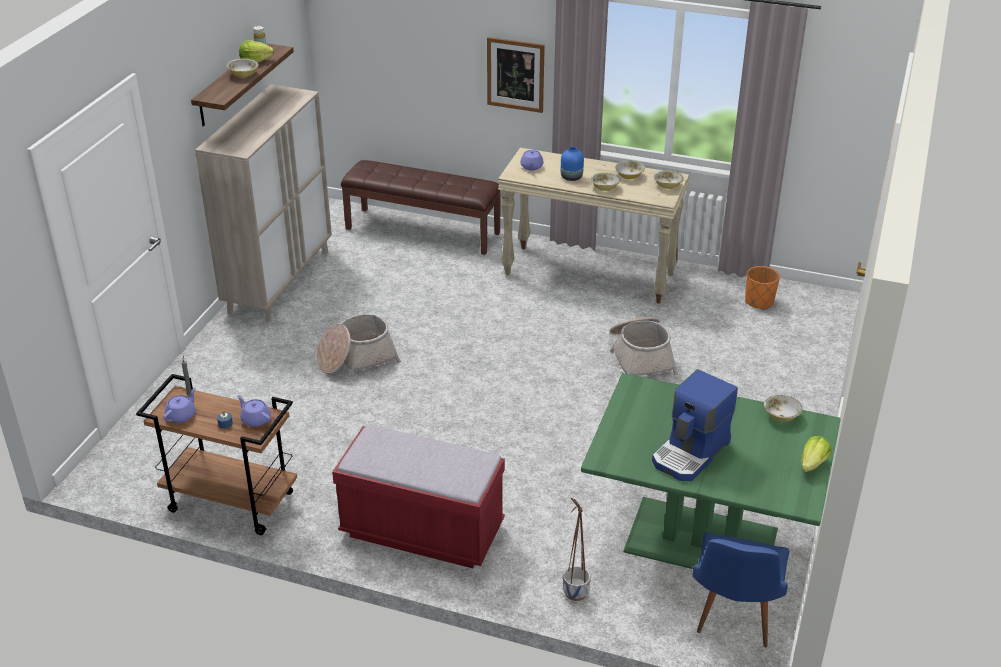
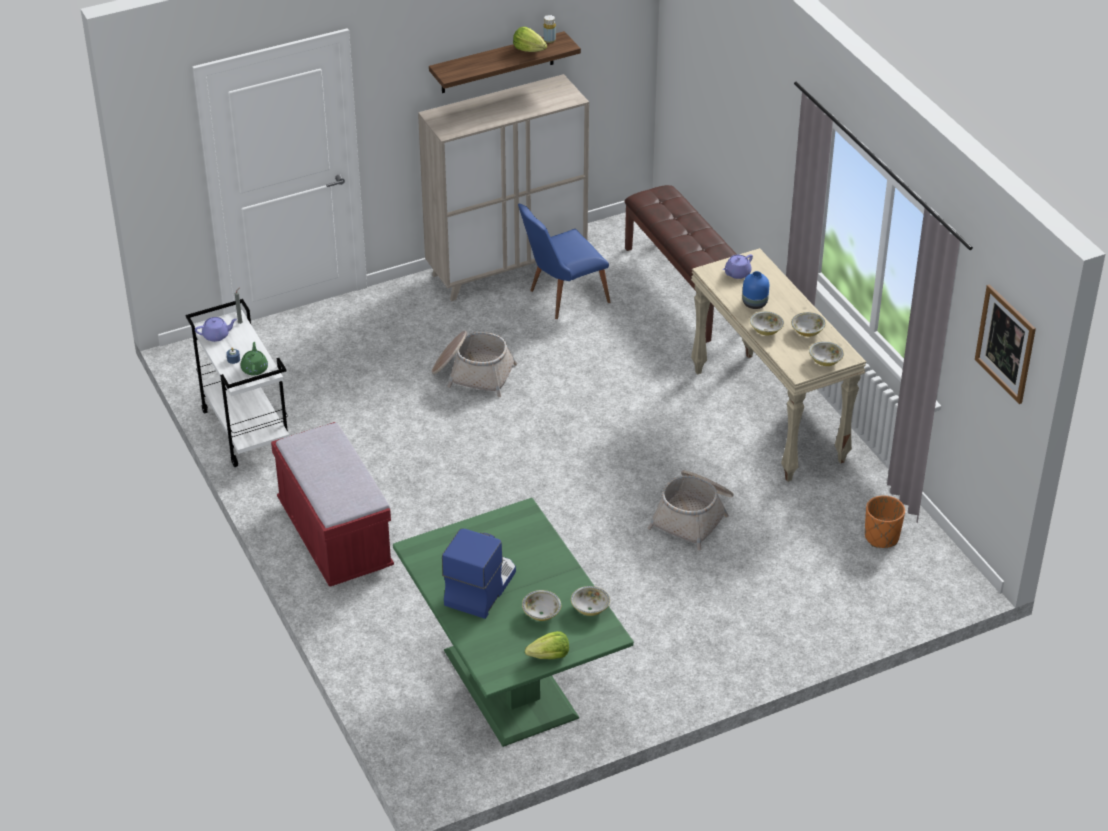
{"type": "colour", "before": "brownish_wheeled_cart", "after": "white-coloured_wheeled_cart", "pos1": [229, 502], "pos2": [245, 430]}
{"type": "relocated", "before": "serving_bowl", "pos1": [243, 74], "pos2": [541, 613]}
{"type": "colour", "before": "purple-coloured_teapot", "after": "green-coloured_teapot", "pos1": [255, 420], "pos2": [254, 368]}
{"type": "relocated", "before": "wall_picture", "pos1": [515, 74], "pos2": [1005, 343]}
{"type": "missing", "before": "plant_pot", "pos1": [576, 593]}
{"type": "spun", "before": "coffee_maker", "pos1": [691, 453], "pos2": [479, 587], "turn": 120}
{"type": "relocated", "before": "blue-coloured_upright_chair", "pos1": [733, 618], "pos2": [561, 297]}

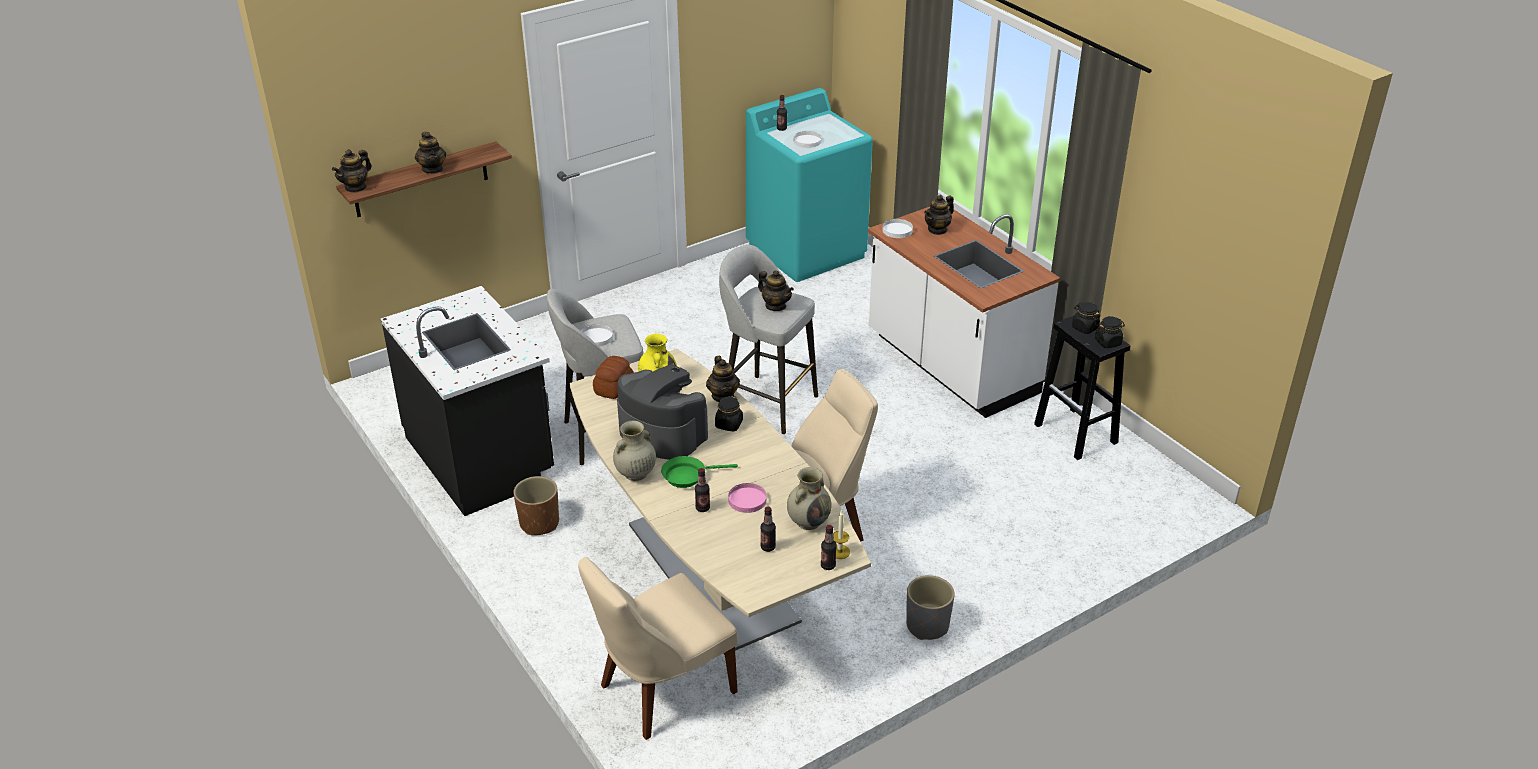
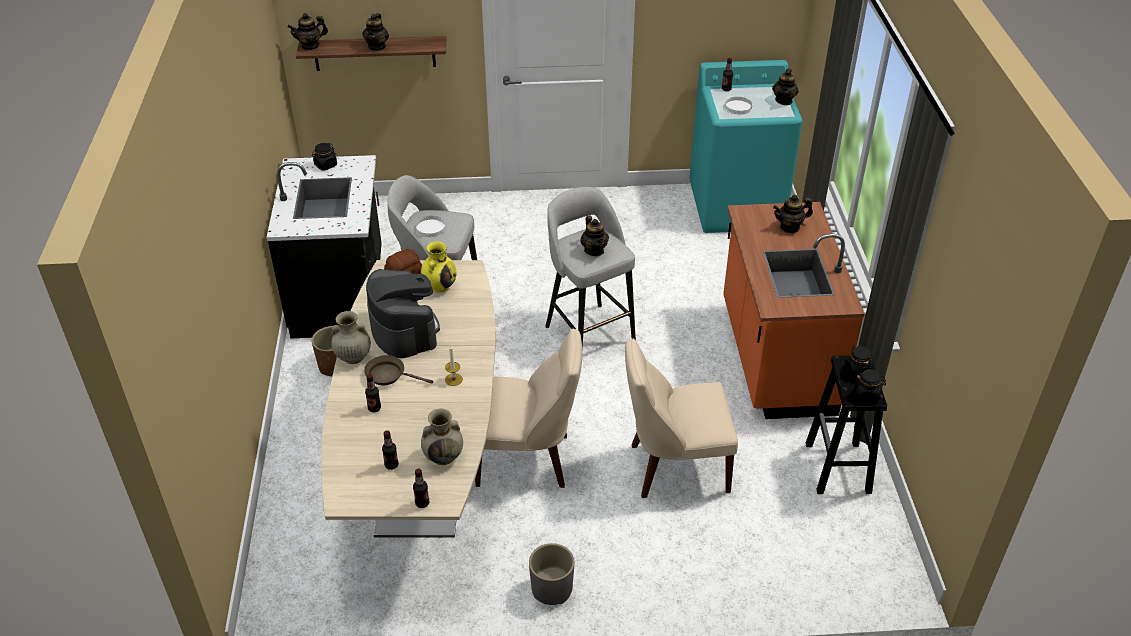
{"type": "relocated", "before": "sand-coloured_upright_chair", "pos1": [662, 690], "pos2": [674, 467]}
{"type": "colour", "before": "green-coloured_pan", "after": "brownish_pan", "pos1": [687, 476], "pos2": [389, 375]}
{"type": "relocated", "before": "teapot", "pos1": [723, 396], "pos2": [784, 100]}
{"type": "relocated", "before": "blackish_jar", "pos1": [729, 424], "pos2": [325, 165]}
{"type": "missing", "before": "pinkish_dinner_plate", "pos1": [747, 500]}
{"type": "relocated", "before": "wax_candle", "pos1": [839, 552], "pos2": [453, 379]}
{"type": "colour", "before": "white-coloured_kitchen_counter", "after": "orangey_kitchen_counter", "pos1": [950, 366], "pos2": [775, 358]}
{"type": "missing", "before": "white-coloured_dinner_plate", "pos1": [897, 230]}

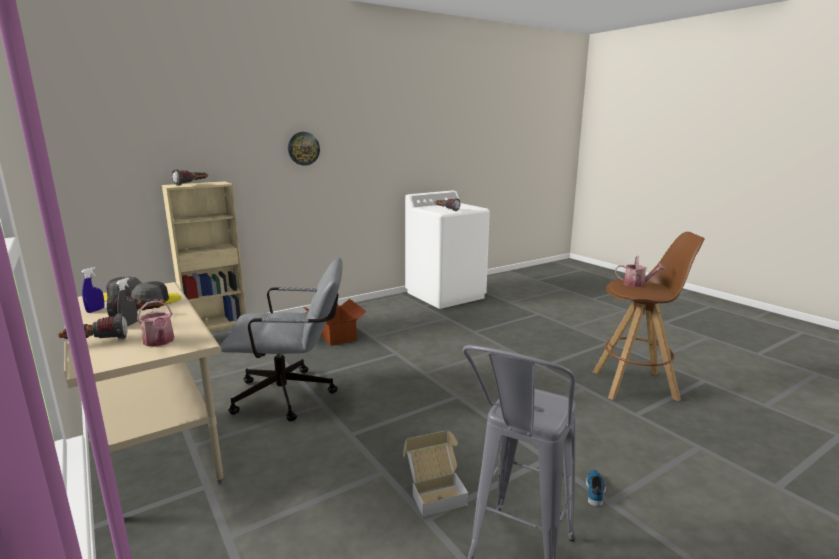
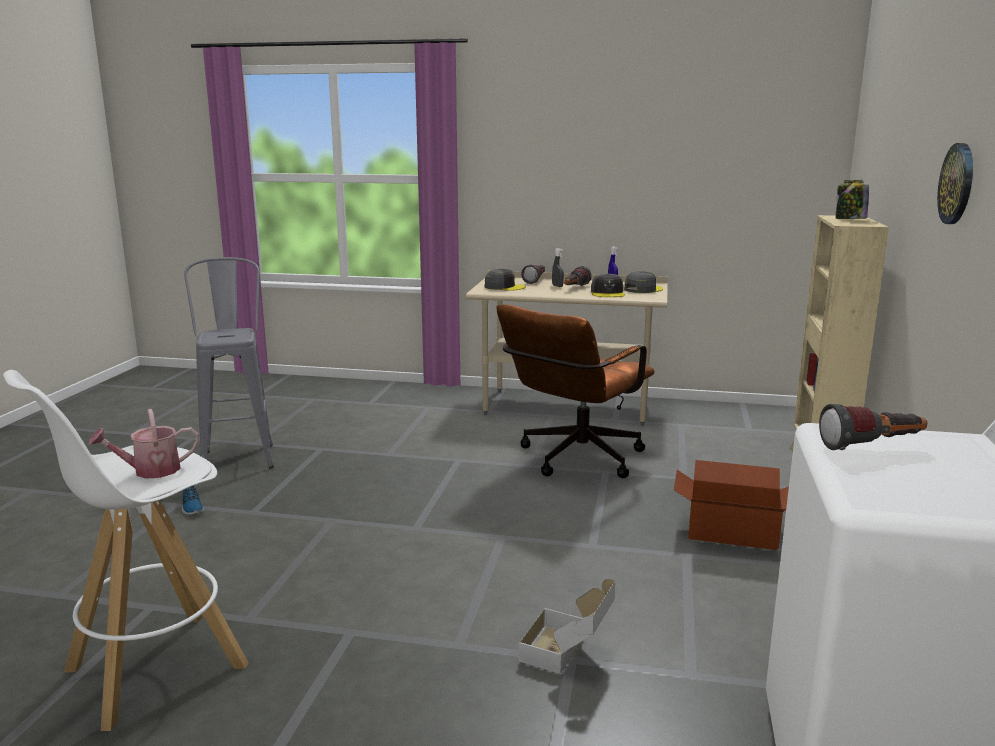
{"type": "exchanged", "before": "sprinkling_can", "after": "grey_baseball_cap", "pos1": [159, 342], "pos2": [504, 287]}
{"type": "exchanged", "before": "hand_torch", "after": "jar", "pos1": [192, 184], "pos2": [850, 219]}
{"type": "colour", "before": "grey_office_chair", "after": "brownish_office_chair", "pos1": [293, 395], "pos2": [574, 460]}
{"type": "relocated", "before": "carton", "pos1": [435, 492], "pos2": [568, 654]}
{"type": "colour", "before": "brownish_stool", "after": "white-coloured_stool", "pos1": [635, 385], "pos2": [154, 669]}

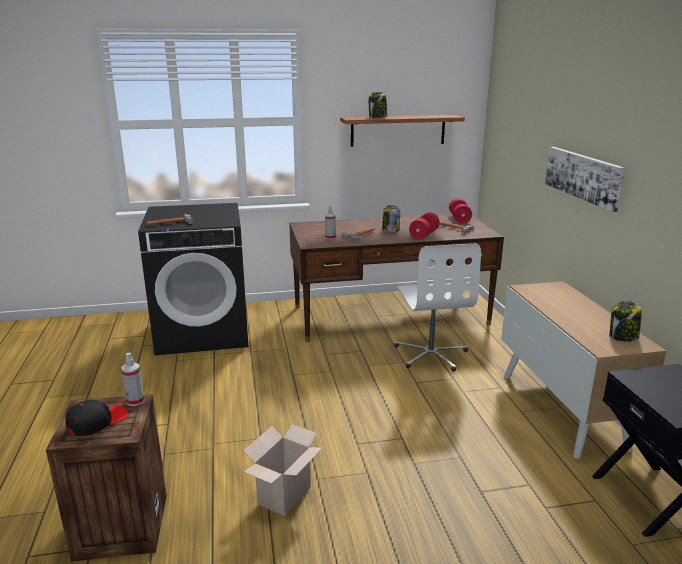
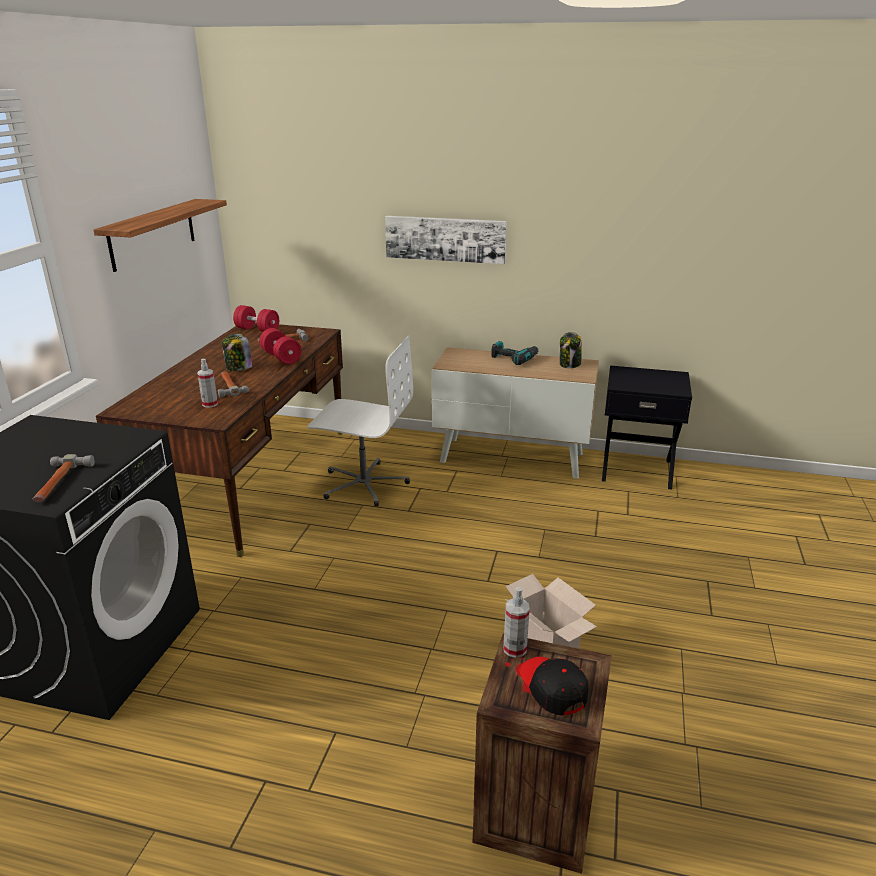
{"type": "missing", "before": "jar", "pos1": [377, 117]}
{"type": "appeared", "after": "drill", "pos2": [514, 358]}

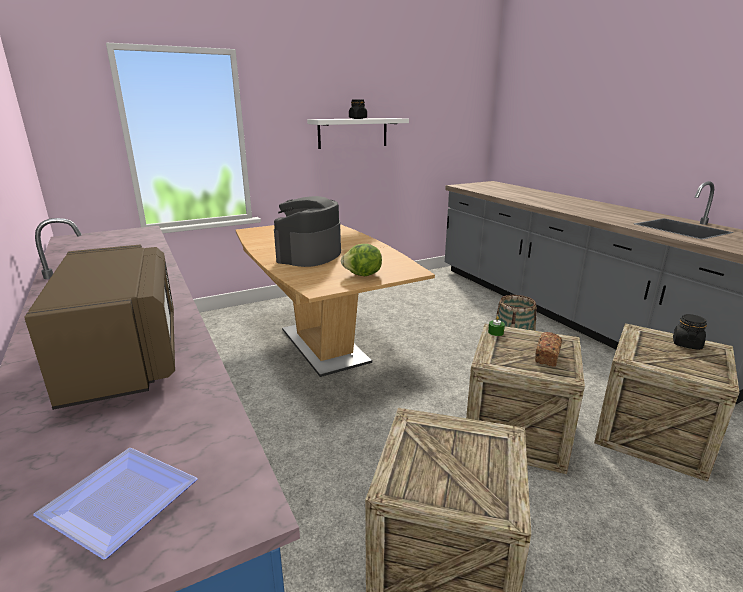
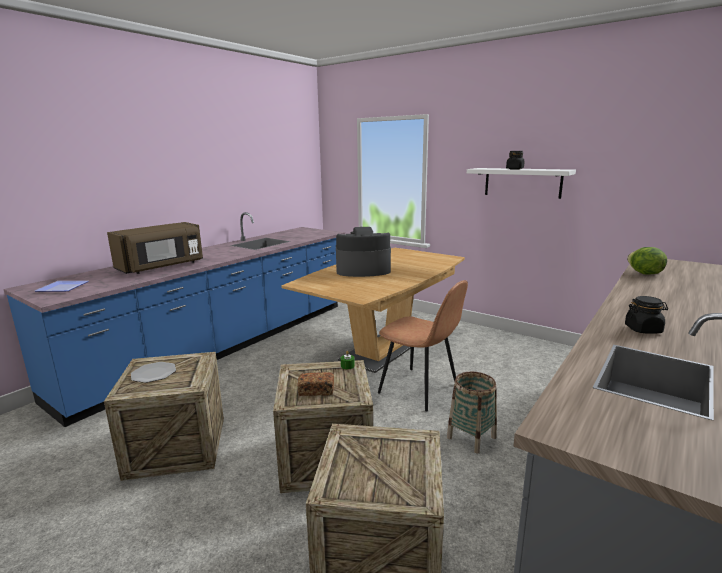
{"type": "relocated", "before": "lettuce", "pos1": [363, 275], "pos2": [644, 273]}
{"type": "relocated", "before": "blackish_jar", "pos1": [686, 344], "pos2": [643, 329]}
{"type": "appeared", "after": "dinner_plate", "pos2": [154, 373]}
{"type": "appeared", "after": "brownish_upright_chair", "pos2": [420, 389]}

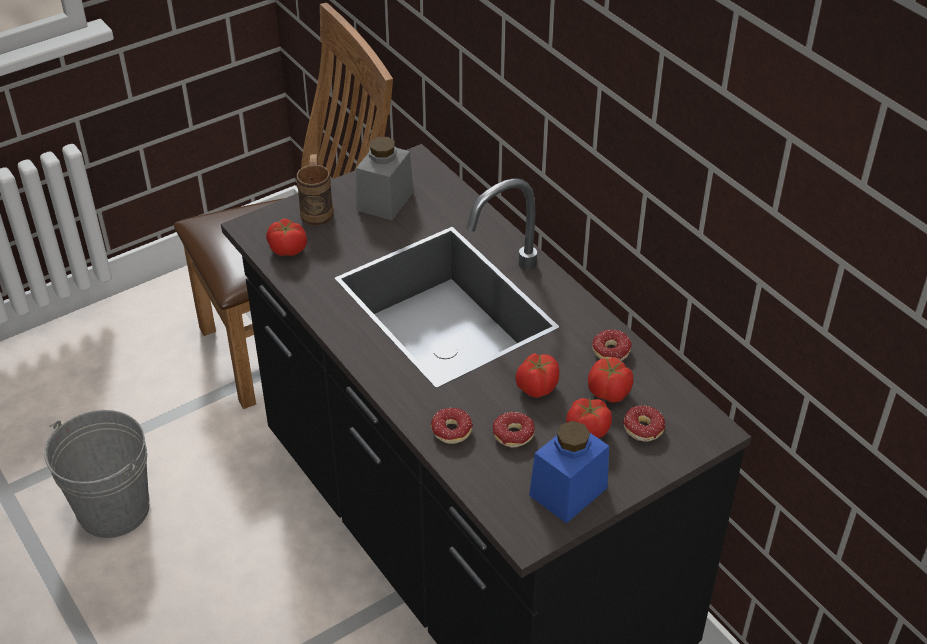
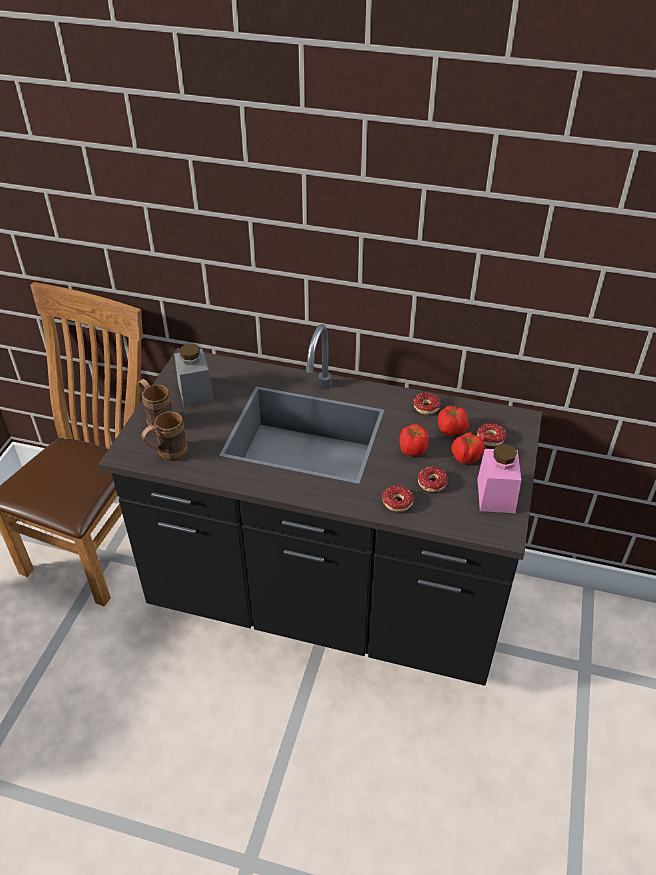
{"type": "missing", "before": "grey_bucket", "pos1": [113, 509]}
{"type": "exchanged", "before": "whole_tomato", "after": "brownish_coffee_mug", "pos1": [288, 250], "pos2": [167, 455]}
{"type": "colour", "before": "blue-coloured_jar", "after": "pinkish_jar", "pos1": [568, 491], "pos2": [496, 495]}

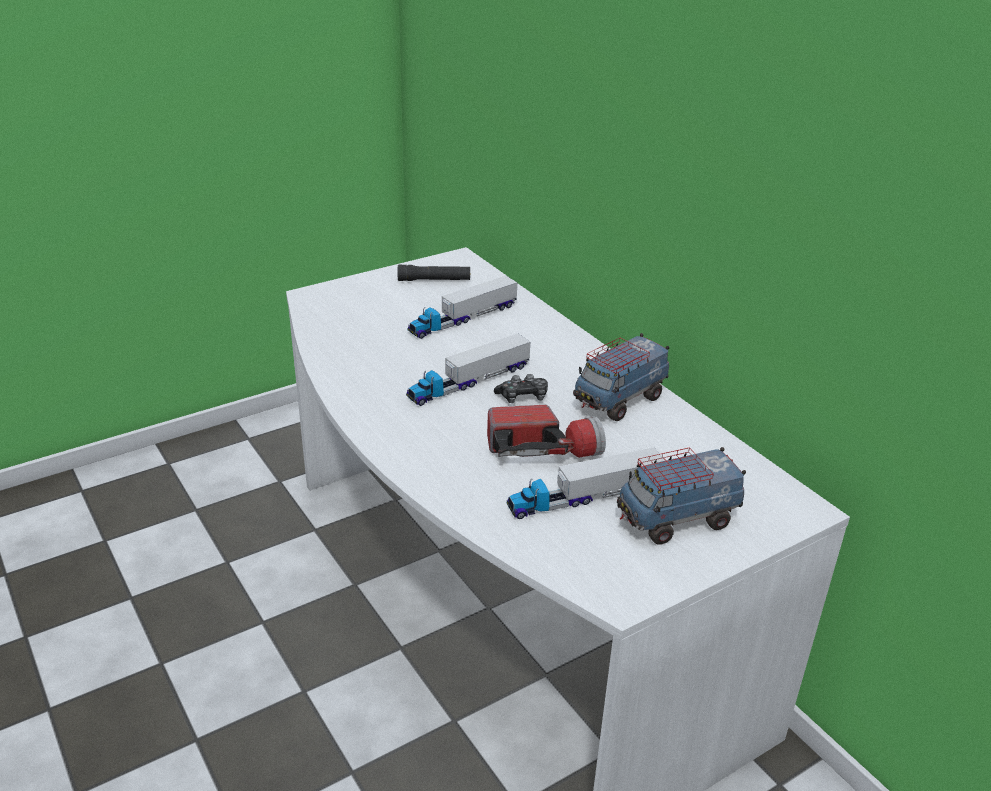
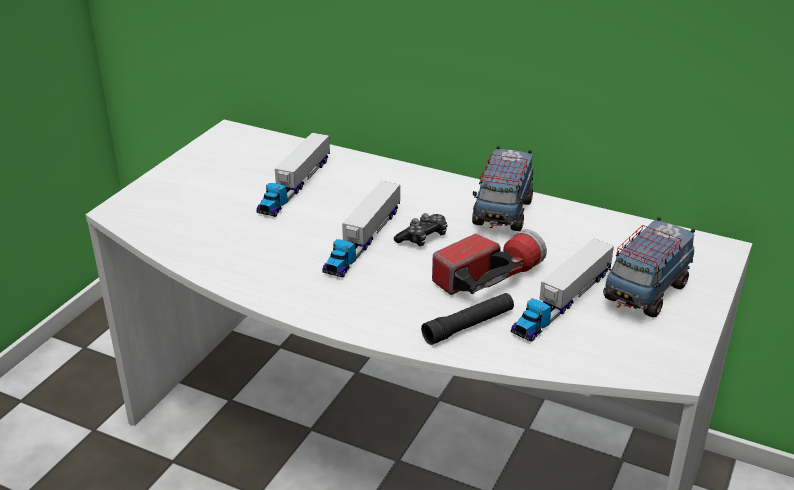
{"type": "relocated", "before": "blackish_hand_torch", "pos1": [434, 280], "pos2": [468, 326]}

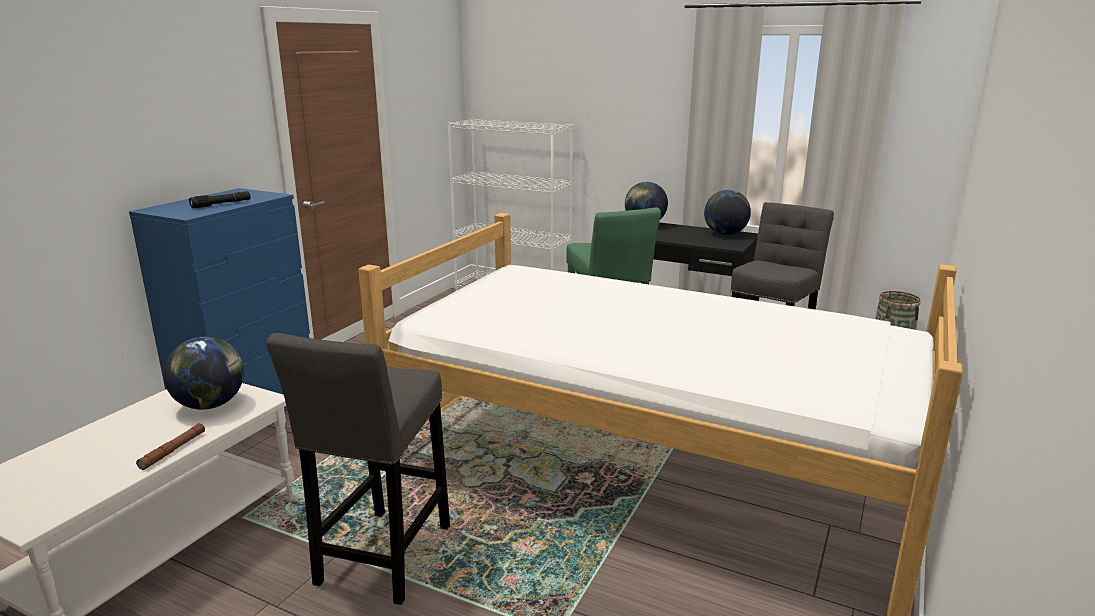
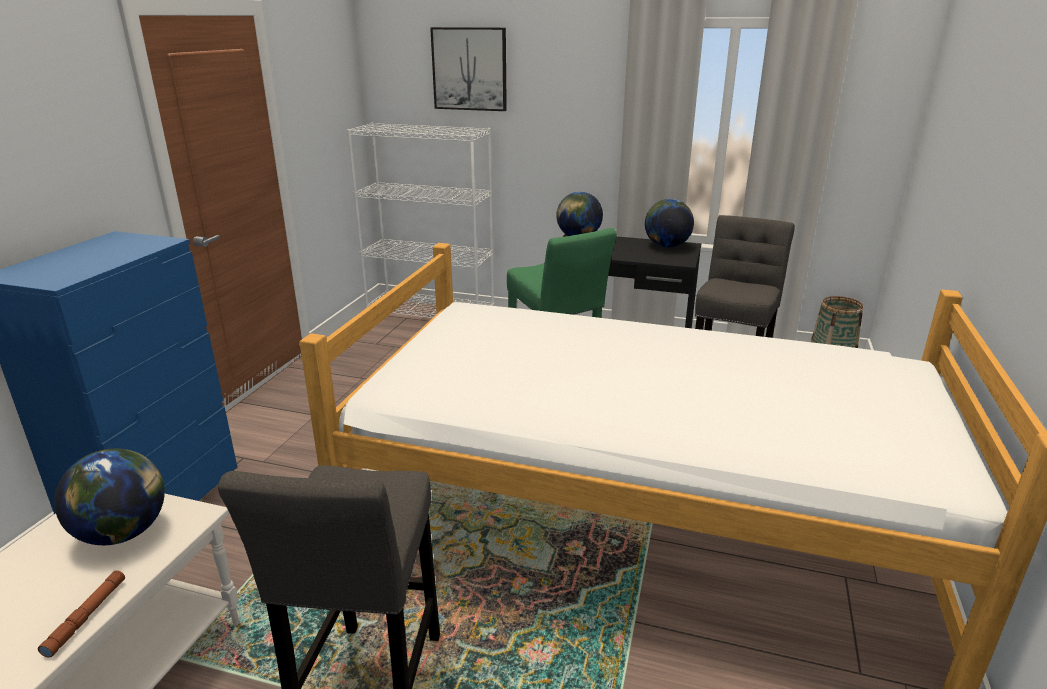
{"type": "missing", "before": "blackish_hand_torch", "pos1": [221, 204]}
{"type": "appeared", "after": "wall_picture", "pos2": [469, 69]}

